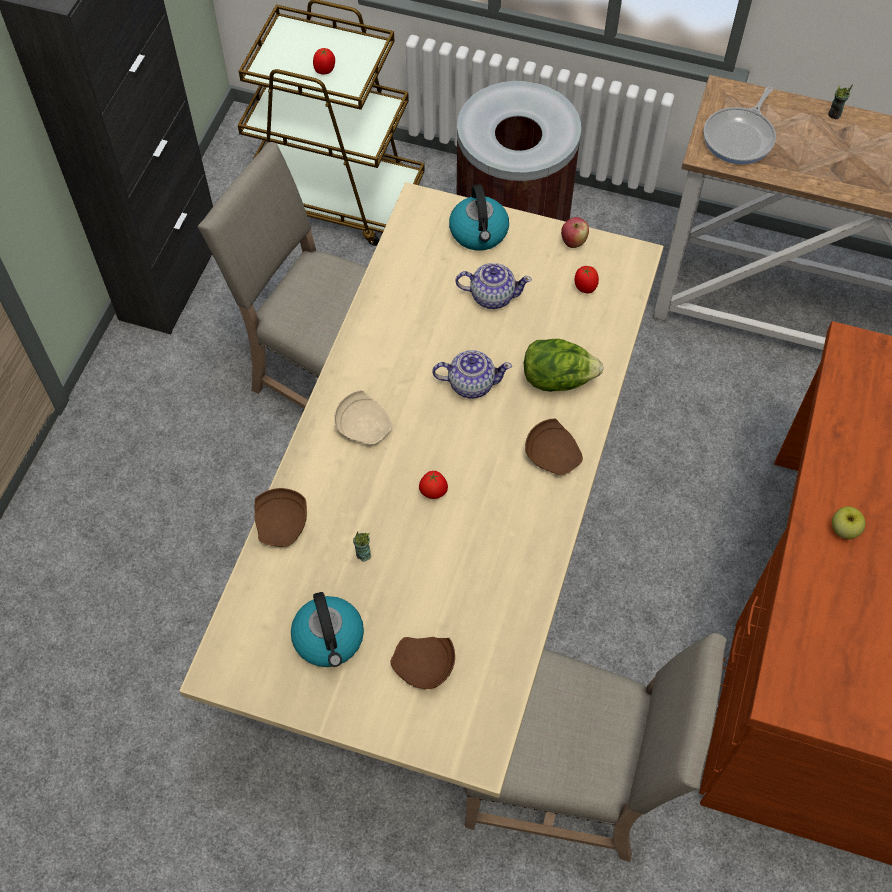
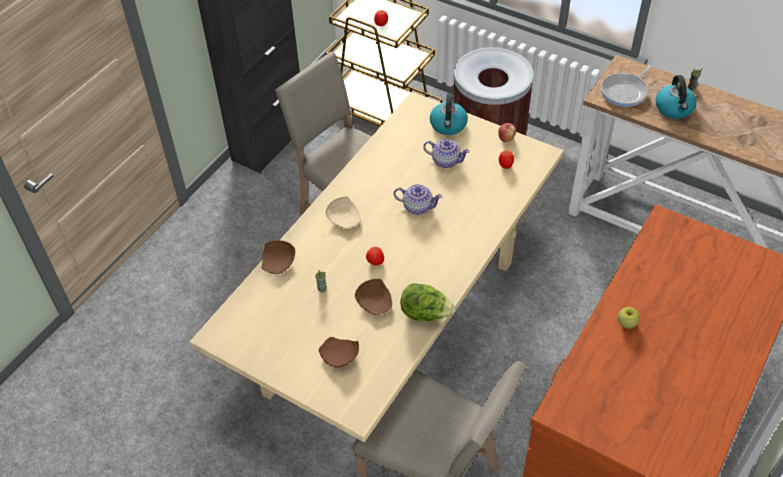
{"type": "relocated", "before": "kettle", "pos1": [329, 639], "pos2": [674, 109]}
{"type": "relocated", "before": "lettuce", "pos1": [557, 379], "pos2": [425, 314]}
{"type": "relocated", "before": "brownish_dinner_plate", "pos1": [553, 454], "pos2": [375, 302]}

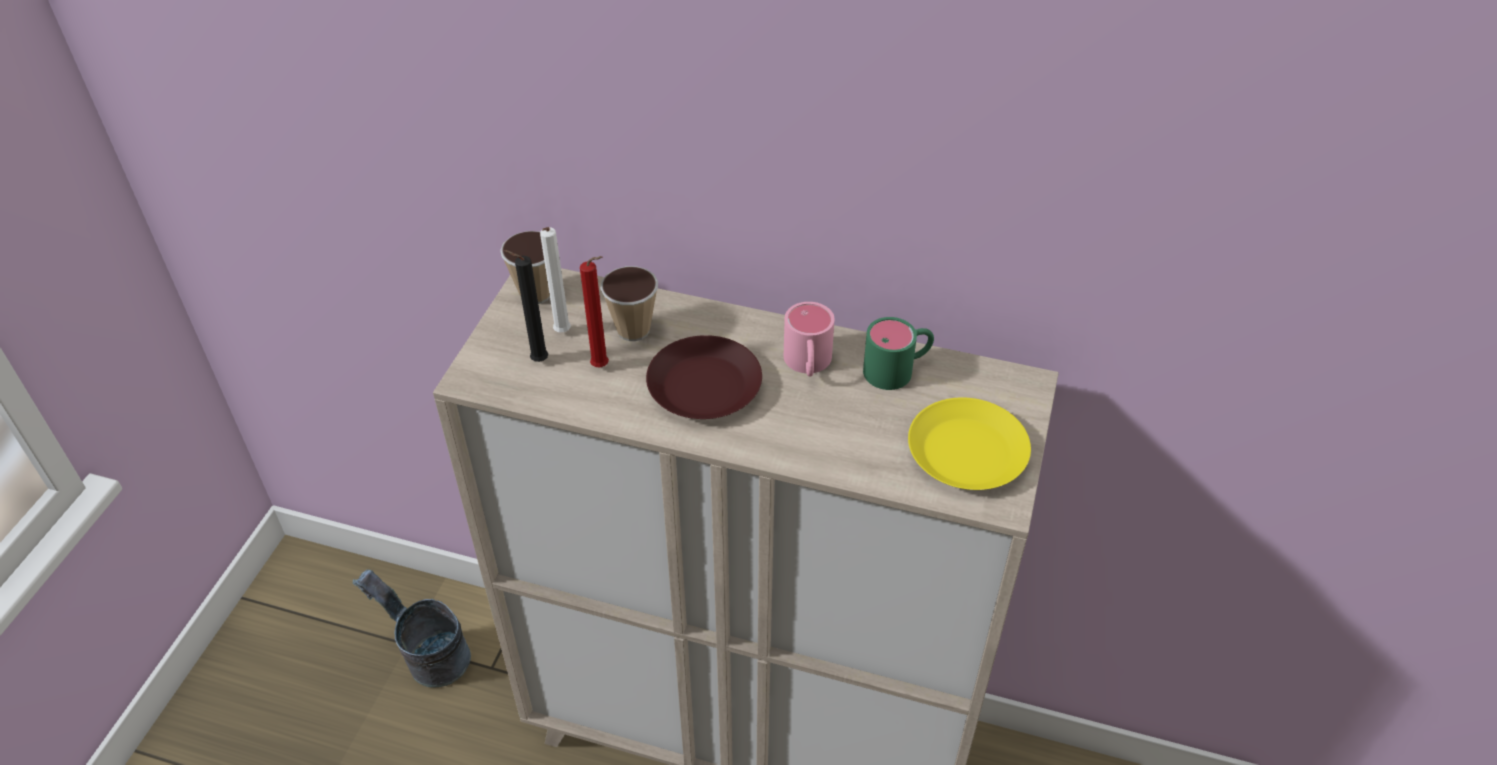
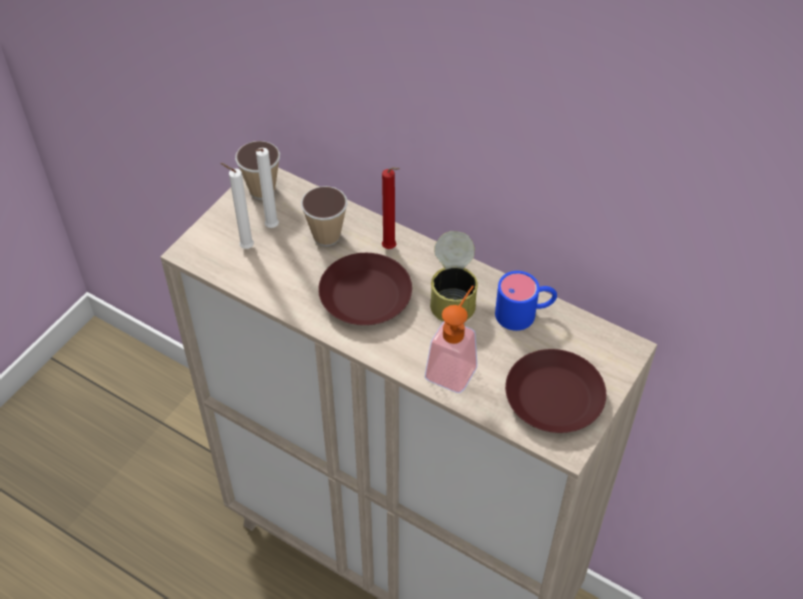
{"type": "missing", "before": "grey_bucket", "pos1": [429, 656]}
{"type": "colour", "before": "blackish_wax_candle", "after": "white-coloured_wax_candle", "pos1": [536, 361], "pos2": [244, 247]}
{"type": "relocated", "before": "reddish_wax_candle", "pos1": [603, 367], "pos2": [391, 249]}
{"type": "exchanged", "before": "pinkish_coffee_mug", "after": "metal_can", "pos1": [808, 364], "pos2": [453, 294]}
{"type": "colour", "before": "green-coloured_coffee_mug", "after": "blue-coloured_coffee_mug", "pos1": [898, 369], "pos2": [524, 313]}
{"type": "colour", "before": "yellow-coloured_dinner_plate", "after": "brownish_dinner_plate", "pos1": [966, 451], "pos2": [554, 396]}
{"type": "appeared", "after": "soap_bottle", "pos2": [455, 366]}

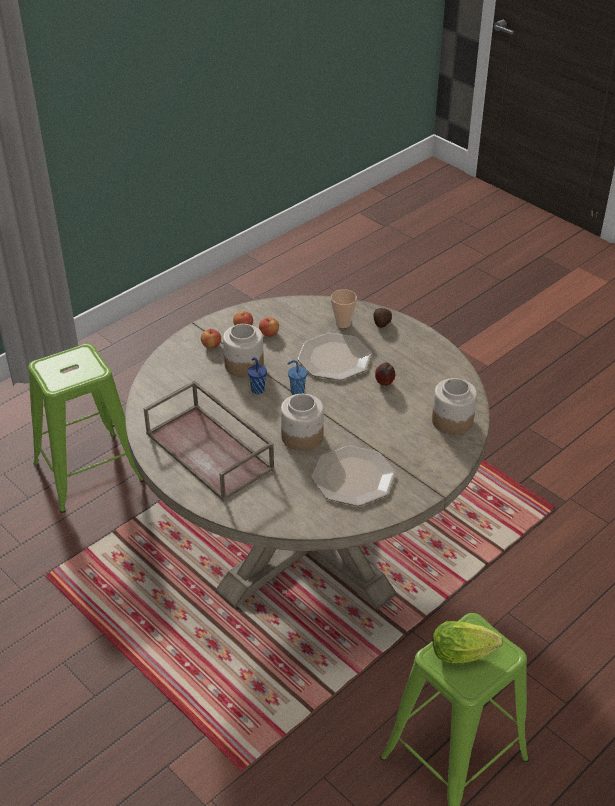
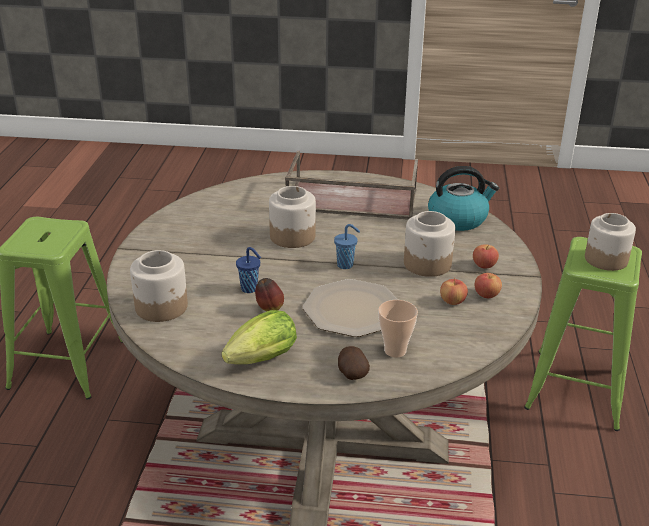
{"type": "relocated", "before": "blue-coloured_small_cup", "pos1": [257, 389], "pos2": [250, 289]}
{"type": "missing", "before": "dinner_plate", "pos1": [354, 477]}
{"type": "relocated", "before": "lettuce", "pos1": [465, 653], "pos2": [258, 361]}
{"type": "appeared", "after": "kettle", "pos2": [458, 219]}
{"type": "appeared", "after": "jar", "pos2": [605, 259]}

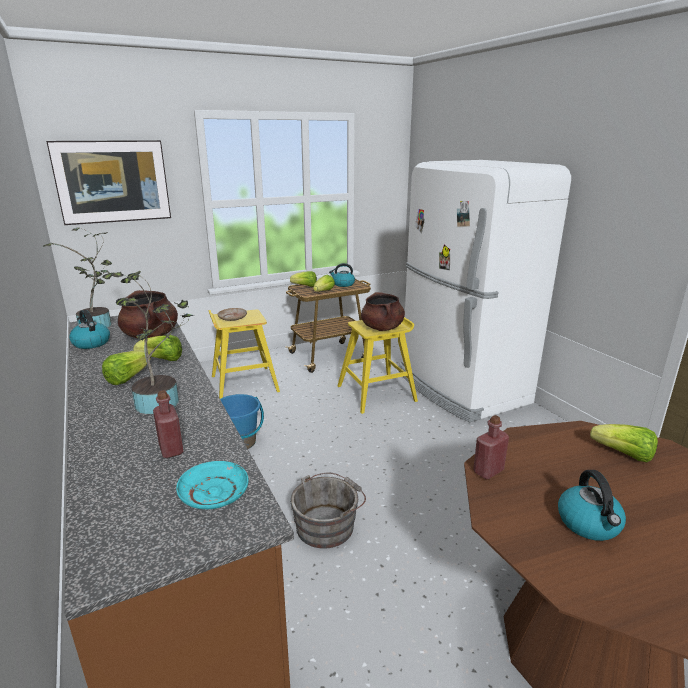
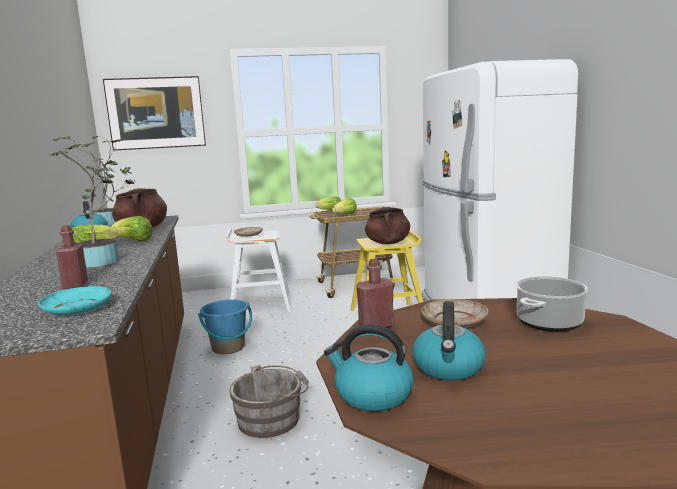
{"type": "colour", "before": "yellow-coloured_stool", "after": "white-coloured_stool", "pos1": [243, 383], "pos2": [260, 304]}
{"type": "relocated", "before": "kettle", "pos1": [343, 284], "pos2": [372, 395]}
{"type": "exchanged", "before": "lettuce", "after": "stockpot", "pos1": [623, 454], "pos2": [549, 323]}
{"type": "appeared", "after": "sand-coloured_dinner_plate", "pos2": [454, 322]}

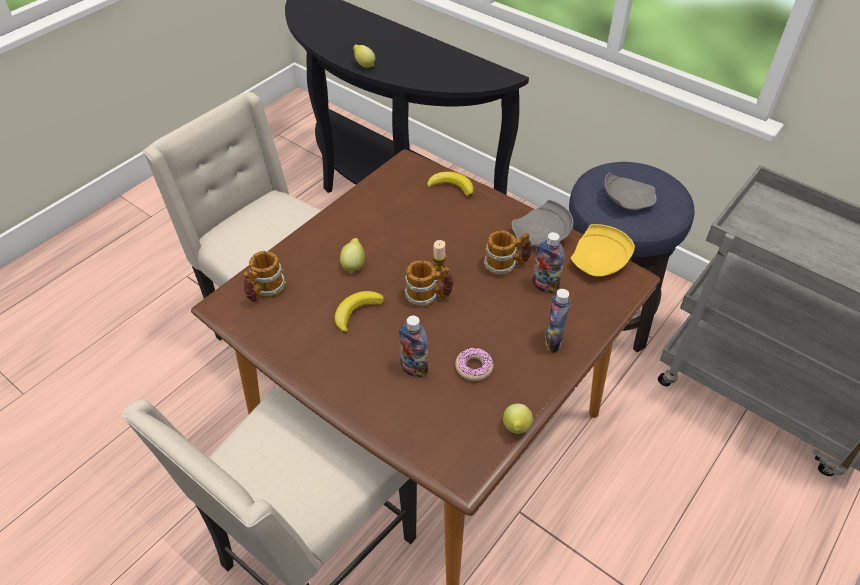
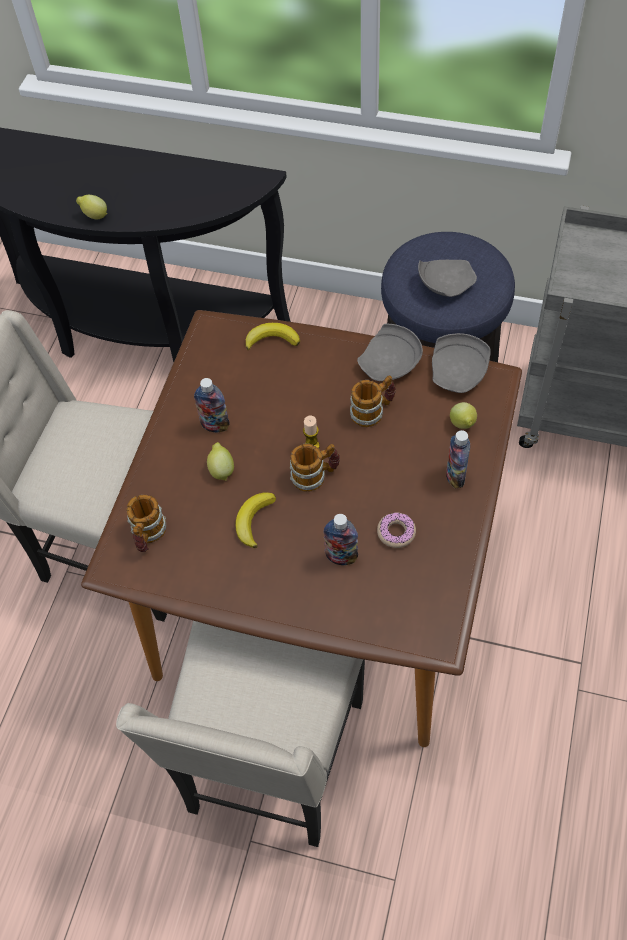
{"type": "relocated", "before": "lemon", "pos1": [516, 428], "pos2": [462, 425]}
{"type": "relocated", "before": "bottle", "pos1": [544, 286], "pos2": [215, 425]}
{"type": "colour", "before": "yellow-coloured_dinner_plate", "after": "grey_dinner_plate", "pos1": [599, 262], "pos2": [458, 372]}

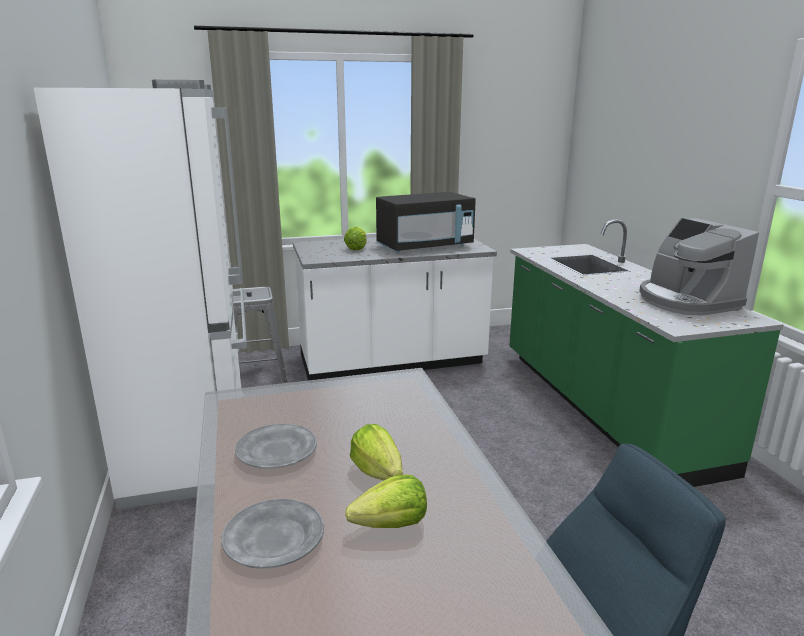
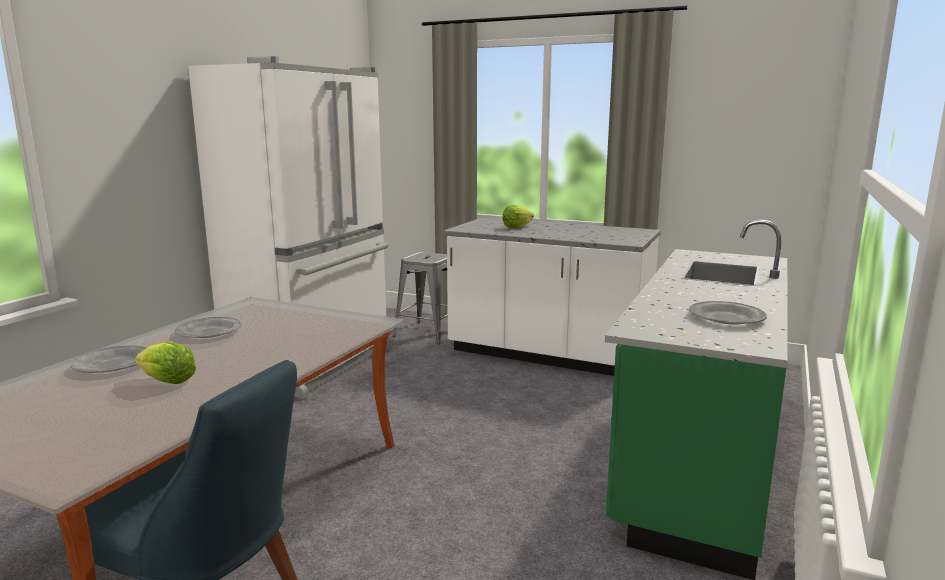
{"type": "missing", "before": "lettuce", "pos1": [378, 472]}
{"type": "missing", "before": "blackish_microwave", "pos1": [425, 247]}
{"type": "exchanged", "before": "coffee_maker", "after": "grey_dinner_plate", "pos1": [686, 301], "pos2": [727, 318]}

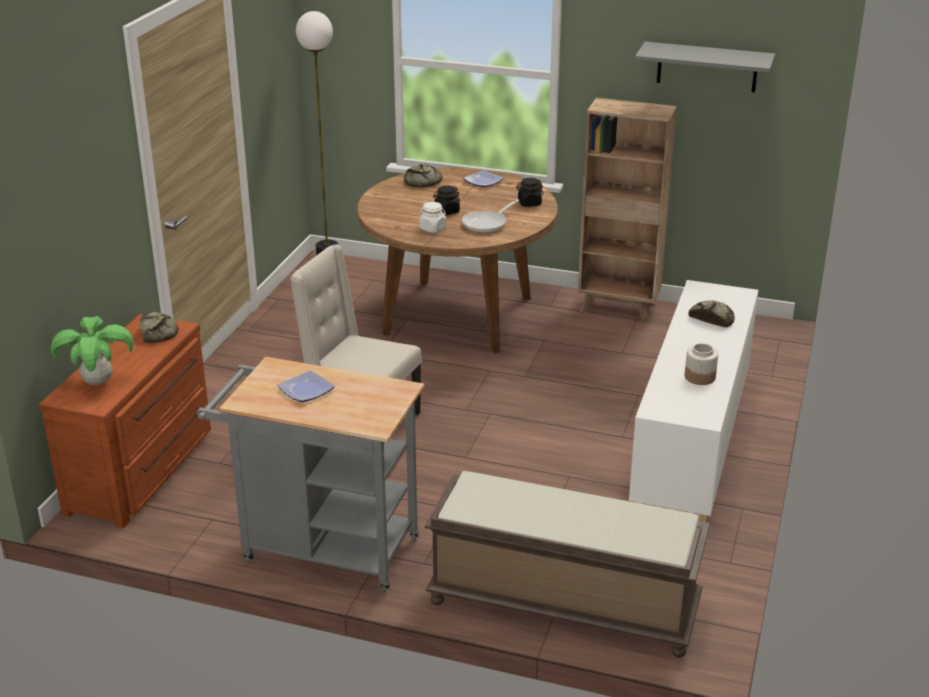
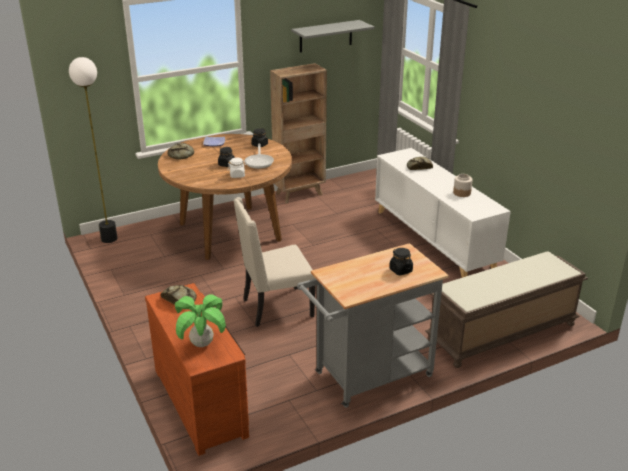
{"type": "missing", "before": "dinner_plate", "pos1": [306, 391]}
{"type": "appeared", "after": "blackish_jar", "pos2": [400, 270]}

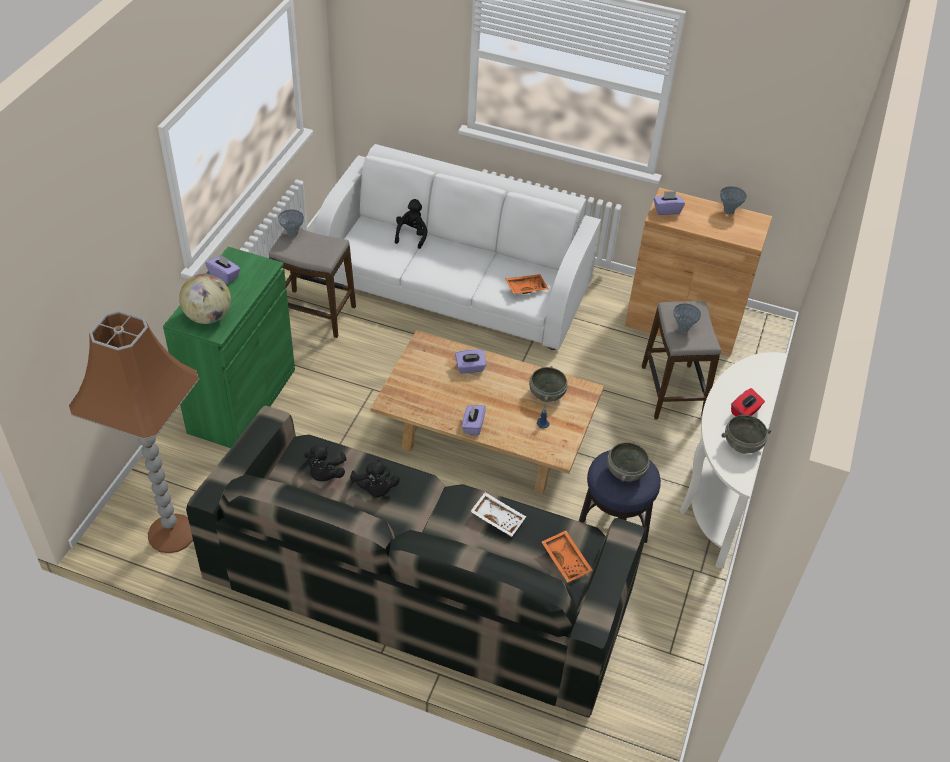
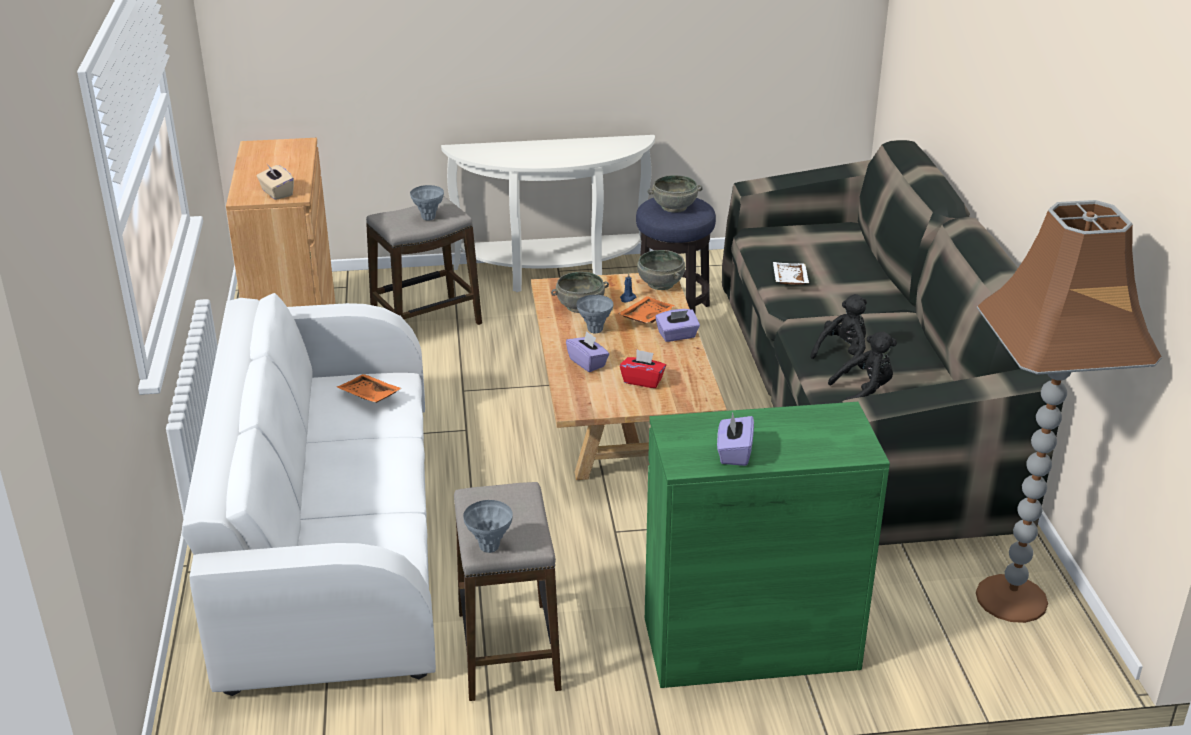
{"type": "missing", "before": "desk_globe", "pos1": [208, 316]}
{"type": "missing", "before": "blackish_plush_toy", "pos1": [412, 235]}
{"type": "relocated", "before": "orangey_carrying_tray", "pos1": [566, 560], "pos2": [645, 317]}
{"type": "colour", "before": "purple-coloured_tissue_box", "after": "sand-coloured_tissue_box", "pos1": [667, 210], "pos2": [276, 193]}
{"type": "relocated", "before": "grey_vase", "pos1": [728, 211], "pos2": [594, 330]}
{"type": "relocated", "before": "grey_serving_bowl", "pos1": [742, 445], "pos2": [661, 283]}
{"type": "relocated", "before": "reddish_tissue_box", "pos1": [745, 412], "pos2": [643, 381]}

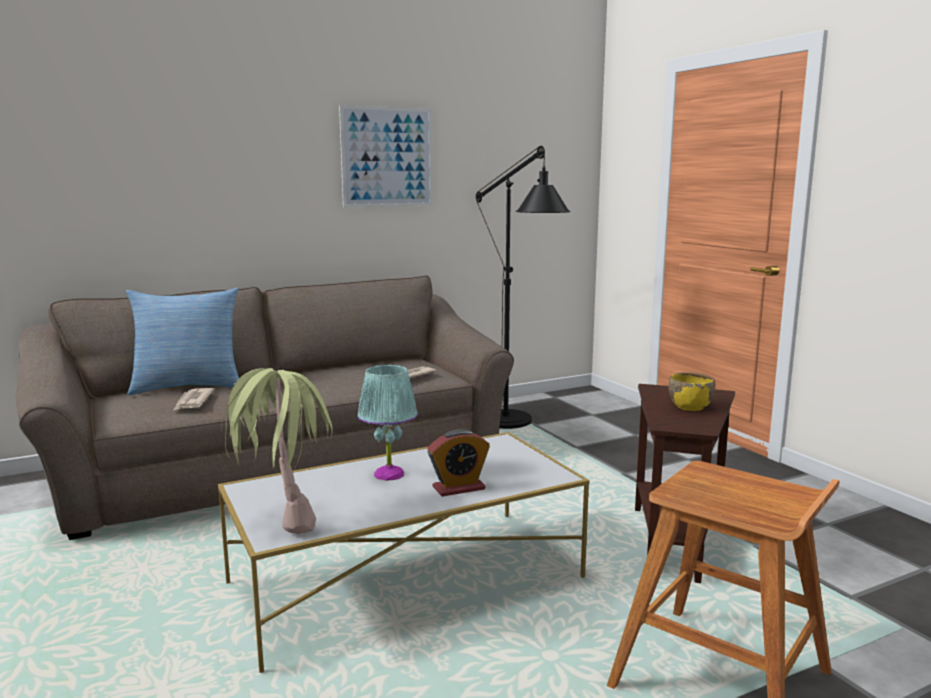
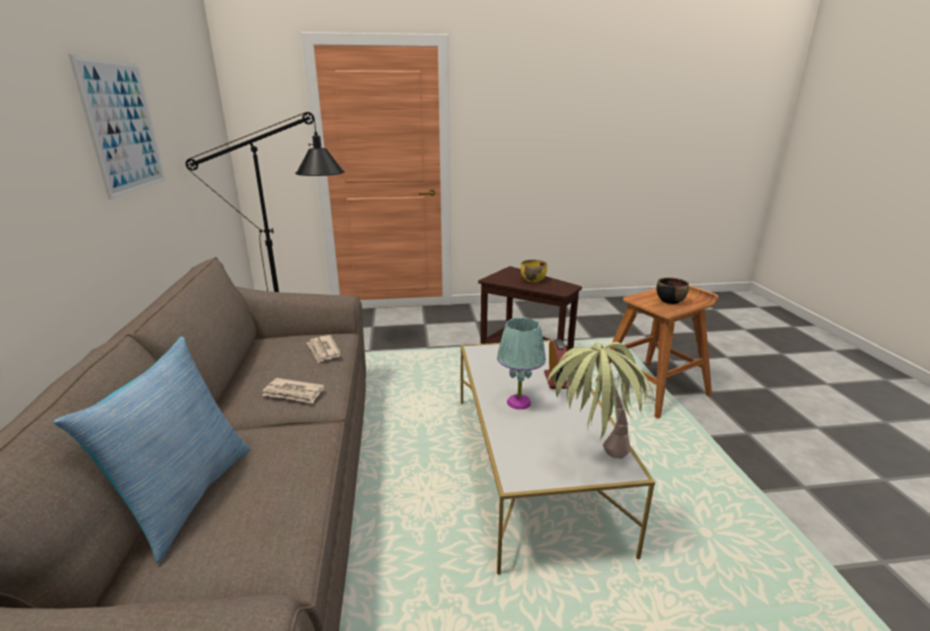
{"type": "relocated", "before": "newspaper", "pos1": [193, 401], "pos2": [294, 393]}
{"type": "appeared", "after": "blackish_serving_bowl", "pos2": [670, 301]}

